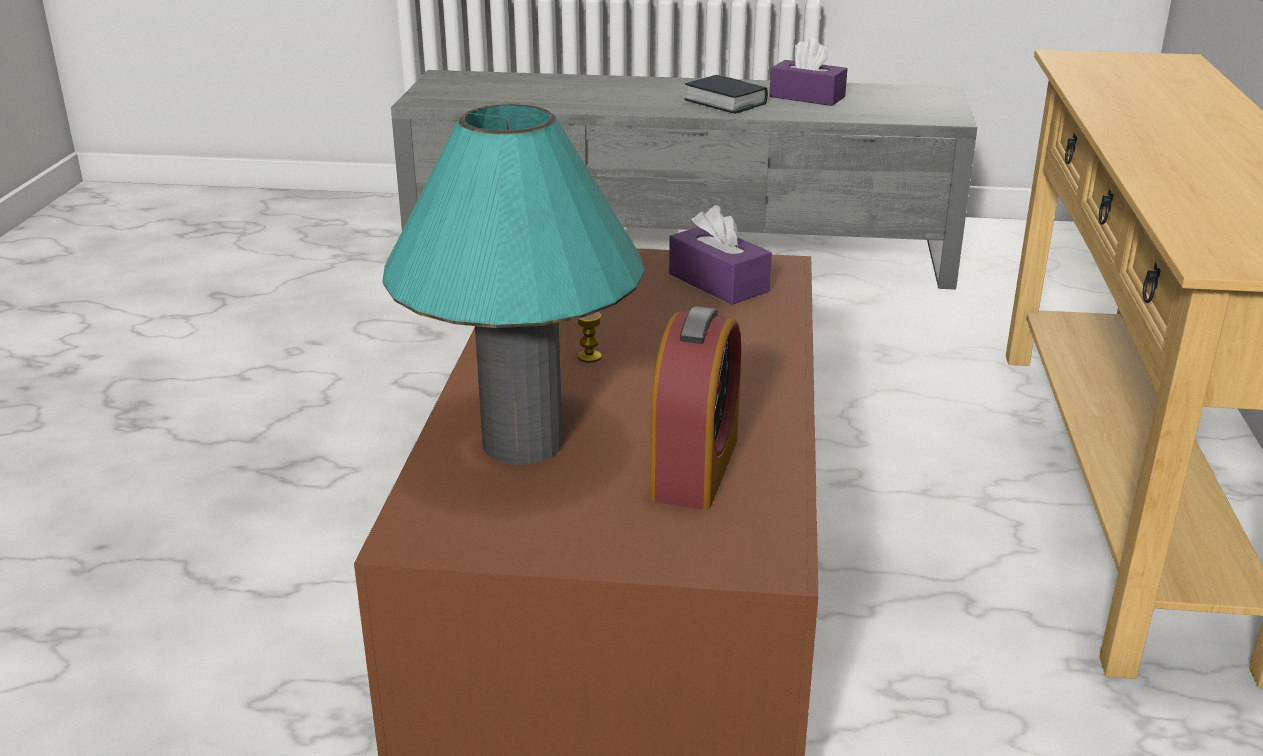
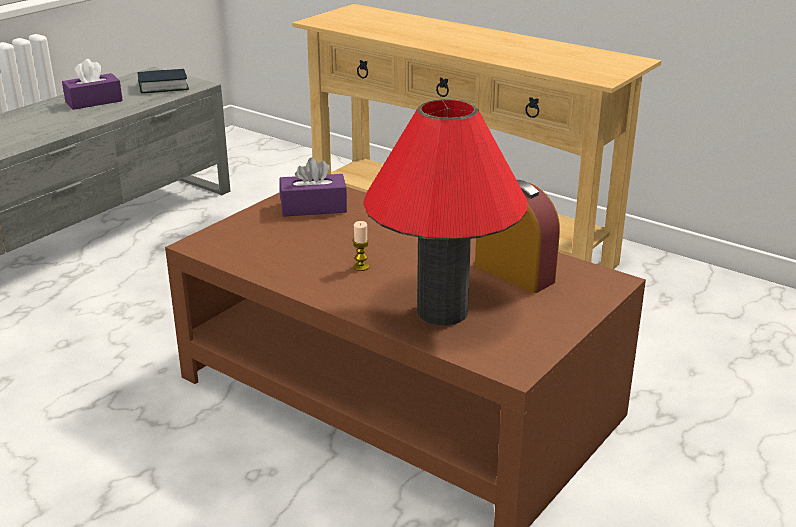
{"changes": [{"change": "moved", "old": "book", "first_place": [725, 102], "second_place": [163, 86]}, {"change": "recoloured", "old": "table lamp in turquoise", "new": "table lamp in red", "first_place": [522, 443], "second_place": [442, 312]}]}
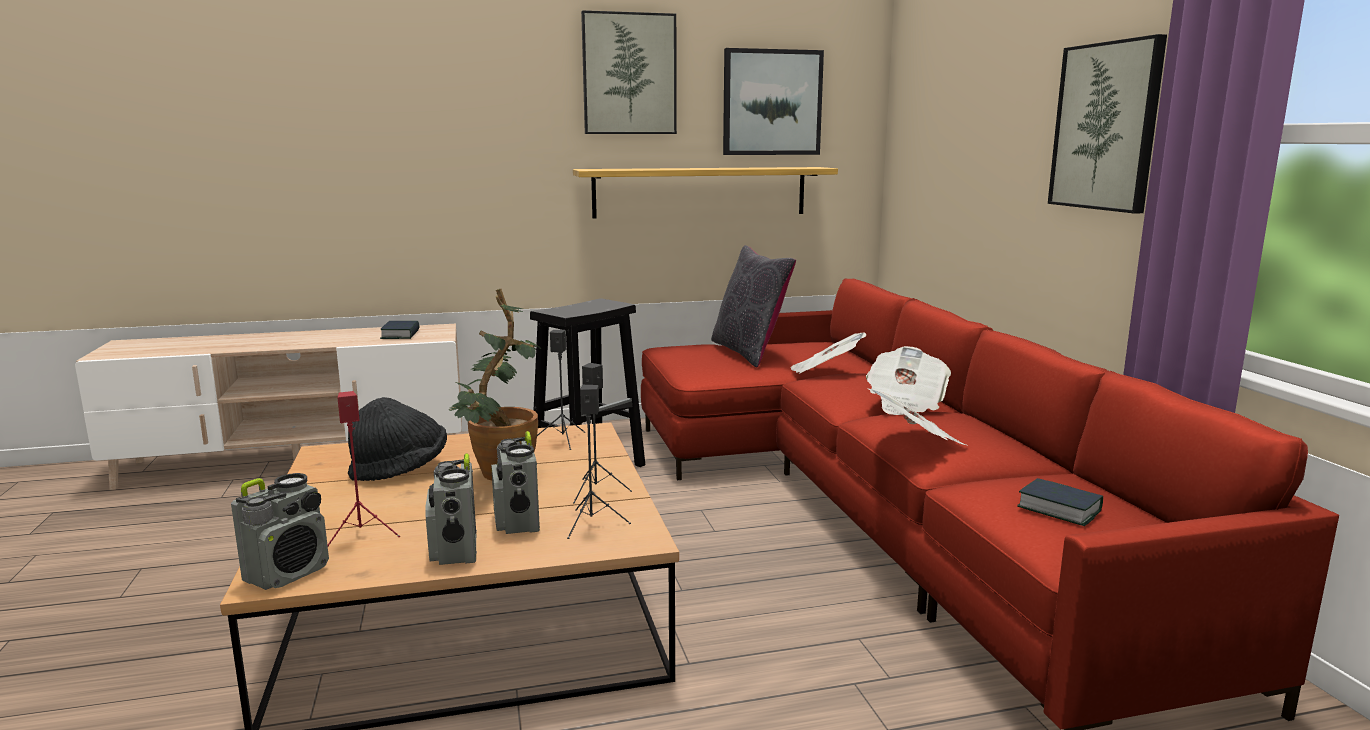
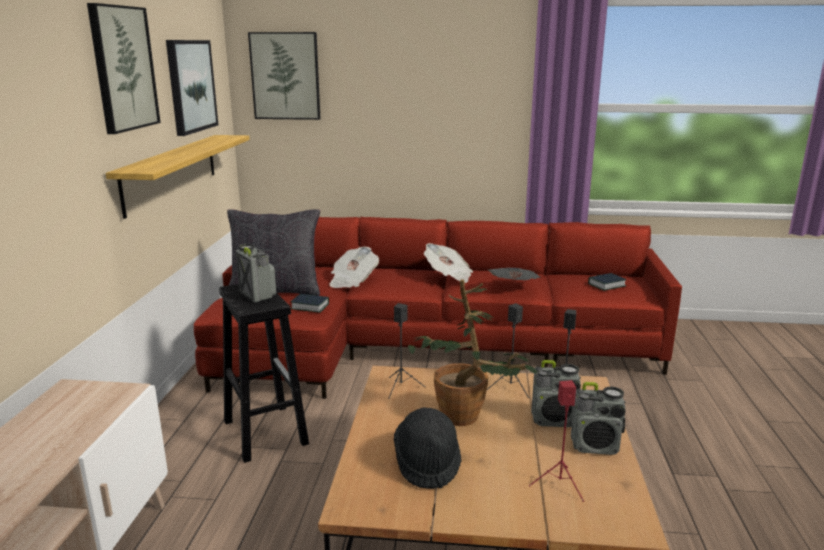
{"changes": [{"change": "moved", "old": "radio", "first_place": [288, 573], "second_place": [257, 295]}, {"change": "moved", "old": "picture", "first_place": [1106, 126], "second_place": [285, 76]}, {"change": "moved", "old": "book", "first_place": [400, 334], "second_place": [310, 306]}]}
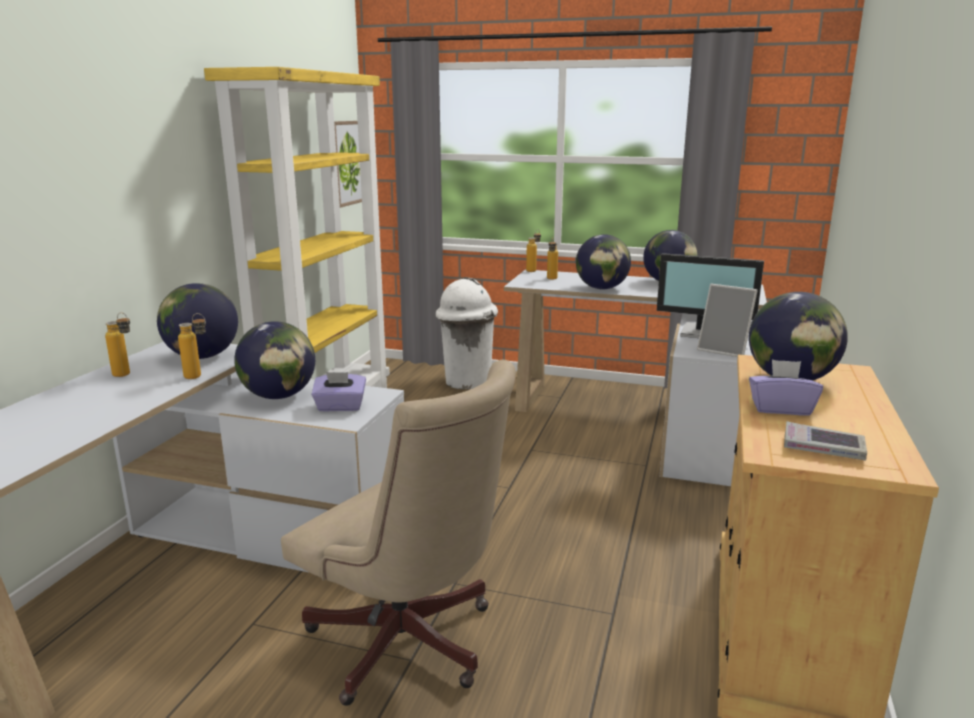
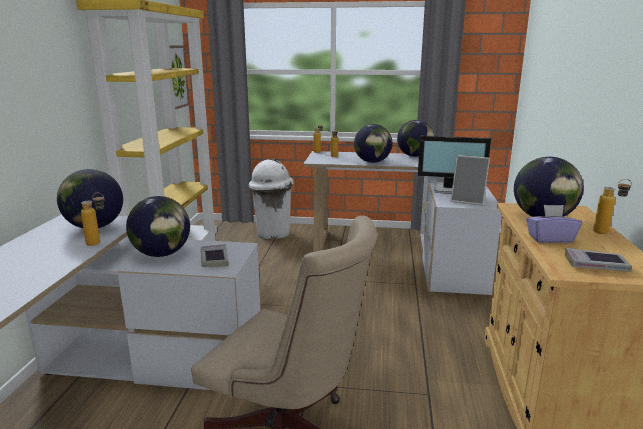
{"changes": [{"change": "replaced", "old": "tissue box in purple", "new": "book", "first_place": [340, 407], "second_place": [214, 259]}, {"change": "moved", "old": "bottle", "first_place": [126, 375], "second_place": [607, 232]}]}
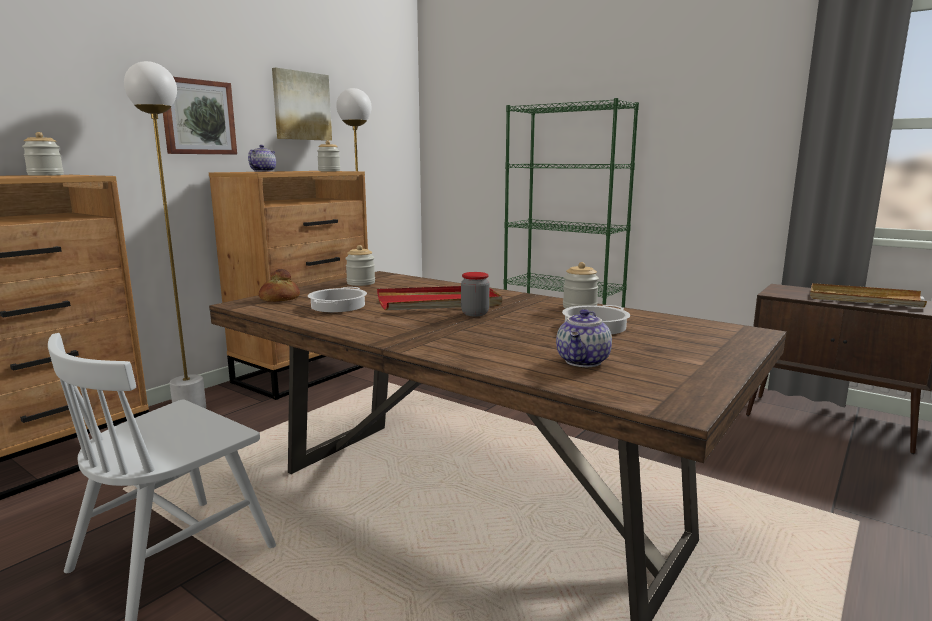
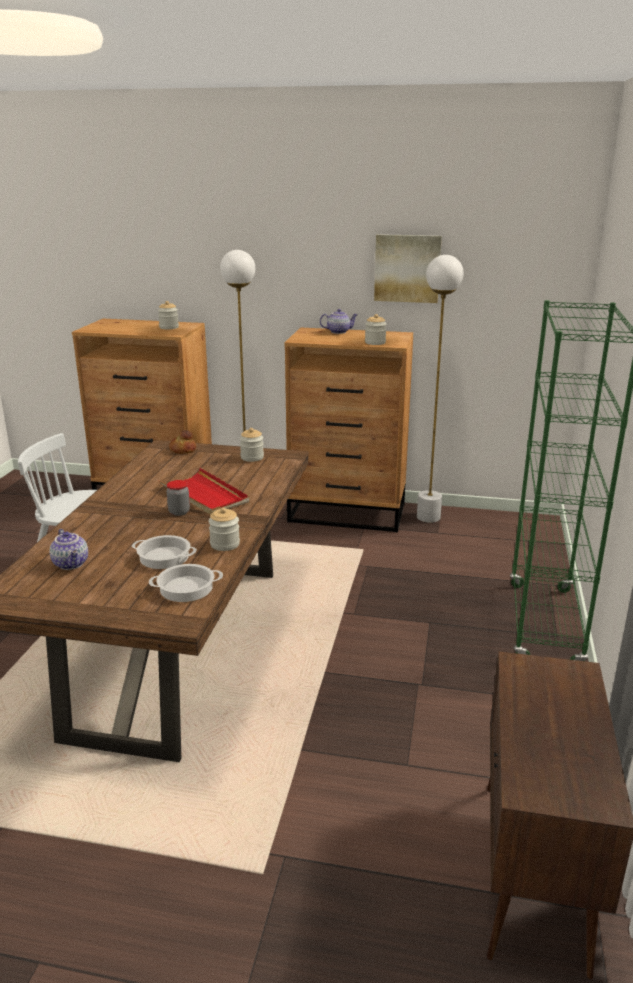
{"changes": [{"change": "turned", "old": "teapot", "first_place": [584, 362], "second_place": [72, 564], "degrees": -120}, {"change": "moved", "old": "cooking pot", "first_place": [338, 306], "second_place": [186, 588]}, {"change": "removed", "old": "picture", "first_place": [198, 117]}, {"change": "removed", "old": "tray in beige", "first_place": [863, 299]}]}
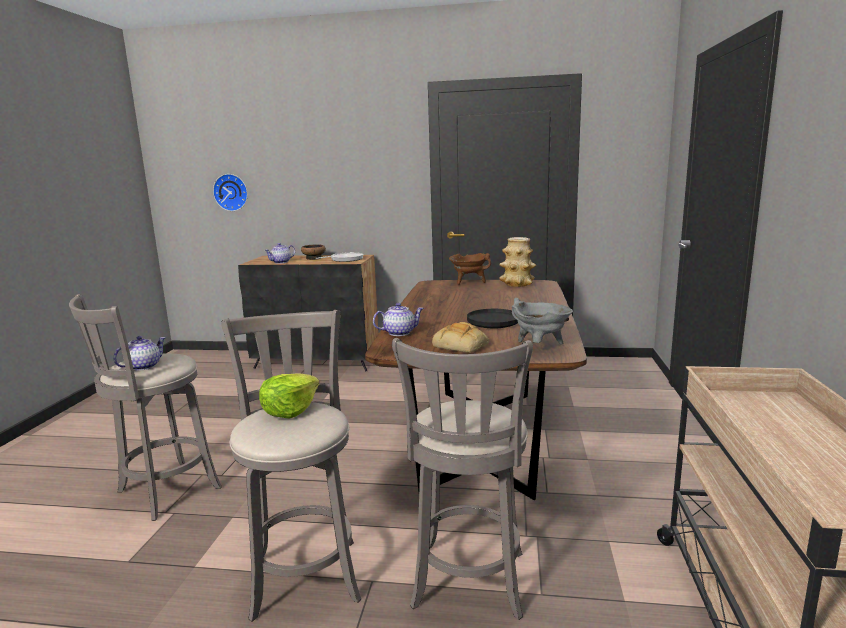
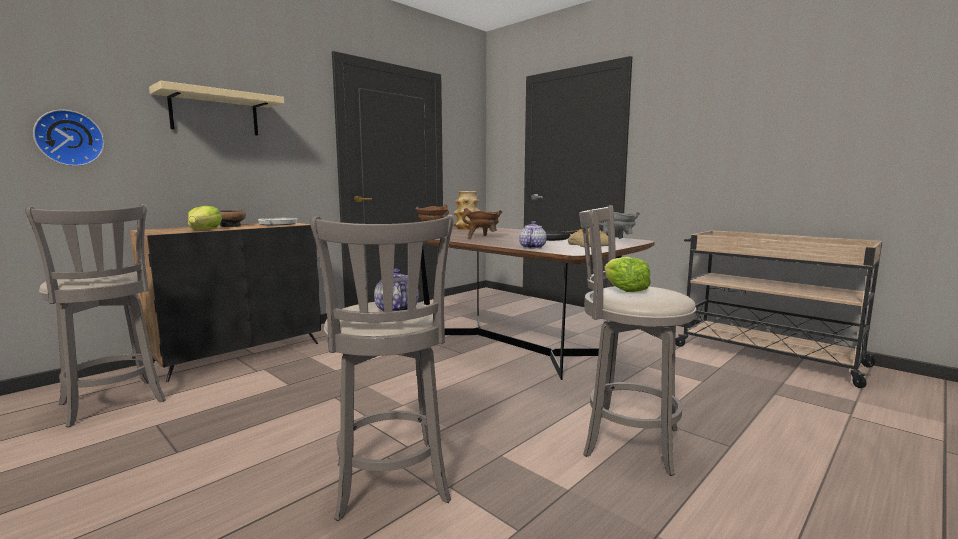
{"changes": [{"change": "moved", "old": "stool in grey", "first_place": [468, 584], "second_place": [113, 404]}, {"change": "added", "new": "shelf in beige", "second_place": [215, 113]}, {"change": "replaced", "old": "teapot", "new": "lettuce", "first_place": [281, 262], "second_place": [204, 230]}, {"change": "added", "new": "cooking pot in brown", "second_place": [483, 237]}]}
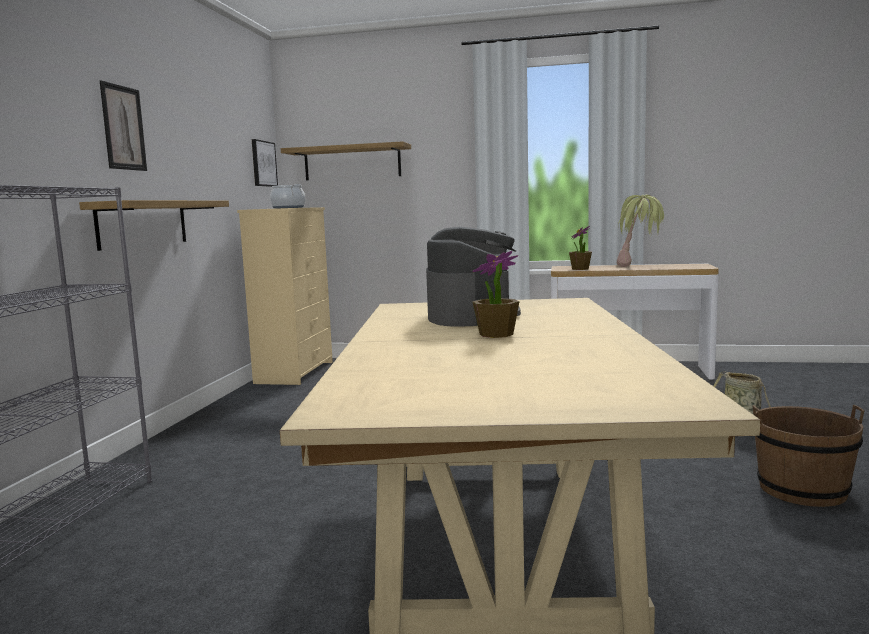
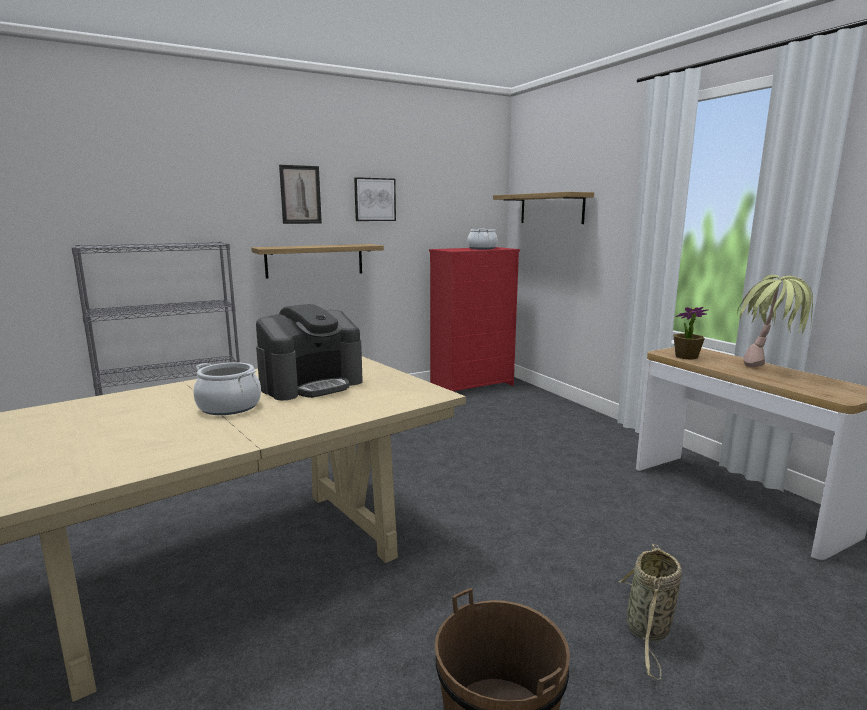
{"changes": [{"change": "replaced", "old": "potted plant", "new": "cooking pot", "first_place": [496, 334], "second_place": [229, 407]}, {"change": "moved", "old": "picture", "first_place": [263, 163], "second_place": [374, 199]}, {"change": "recoloured", "old": "dresser in beige", "new": "dresser in red", "first_place": [296, 372], "second_place": [473, 385]}]}
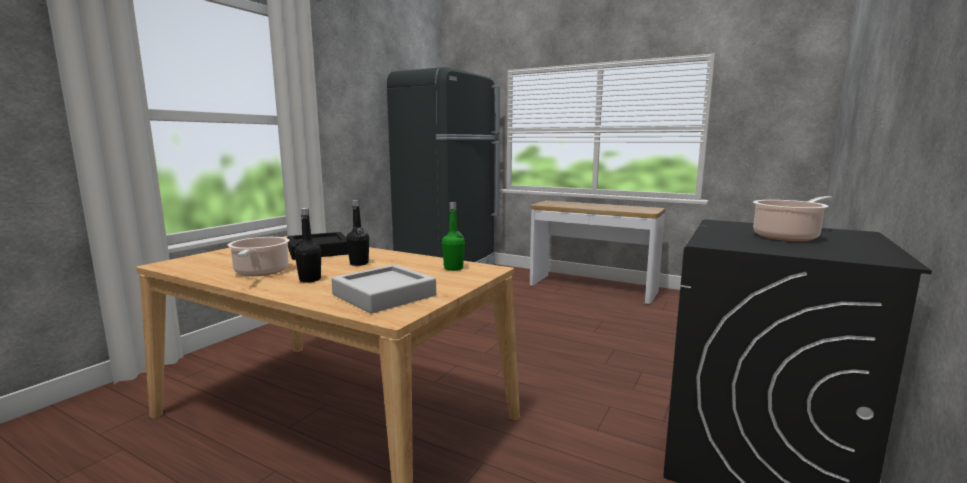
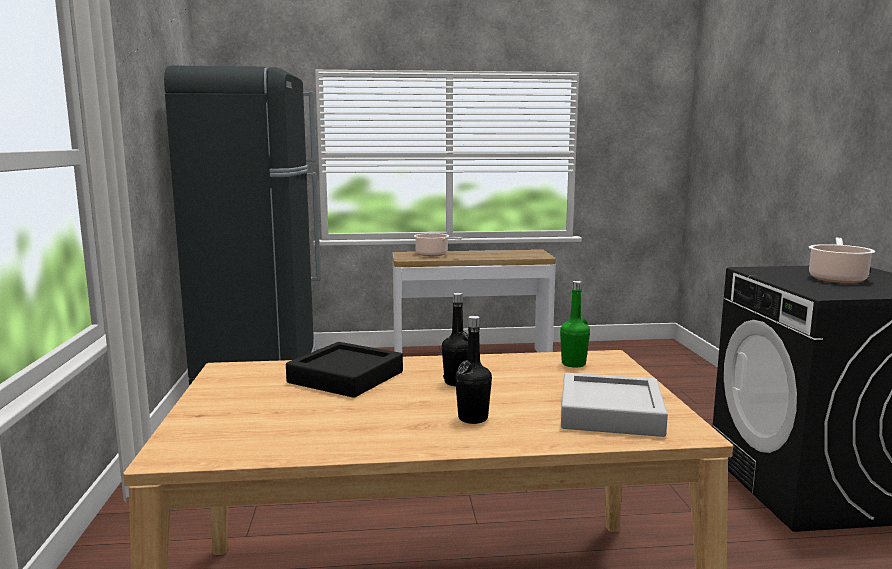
{"changes": [{"change": "moved", "old": "cooking pot", "first_place": [261, 272], "second_place": [433, 254]}]}
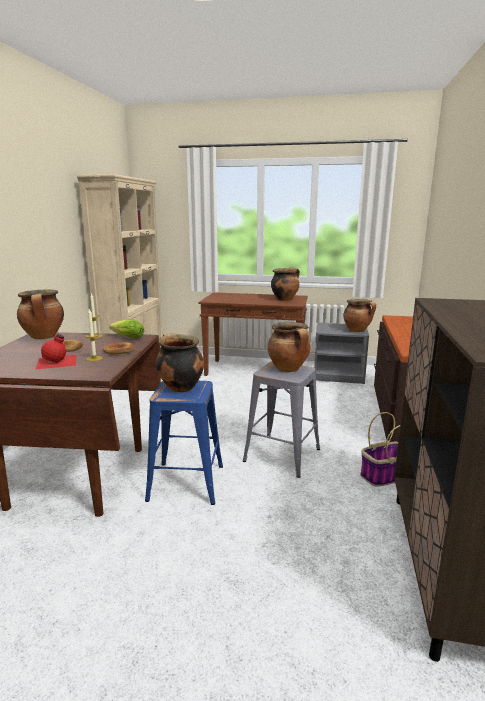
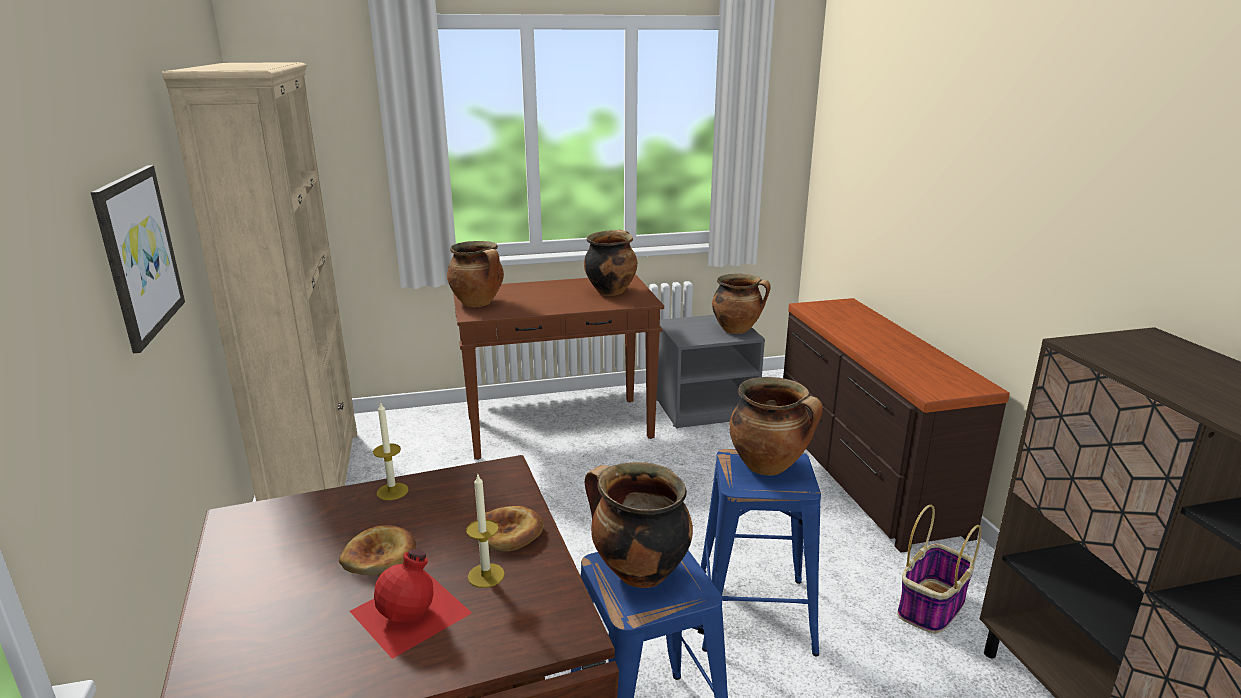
{"changes": [{"change": "added", "new": "picture", "second_place": [137, 254]}, {"change": "moved", "old": "cooking pot", "first_place": [44, 337], "second_place": [479, 303]}, {"change": "recoloured", "old": "stool in grey", "new": "stool in blue", "first_place": [281, 455], "second_place": [754, 614]}, {"change": "removed", "old": "lettuce", "first_place": [126, 337]}]}
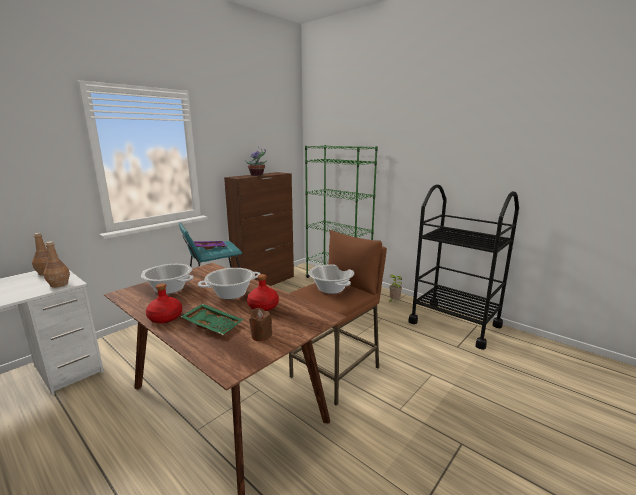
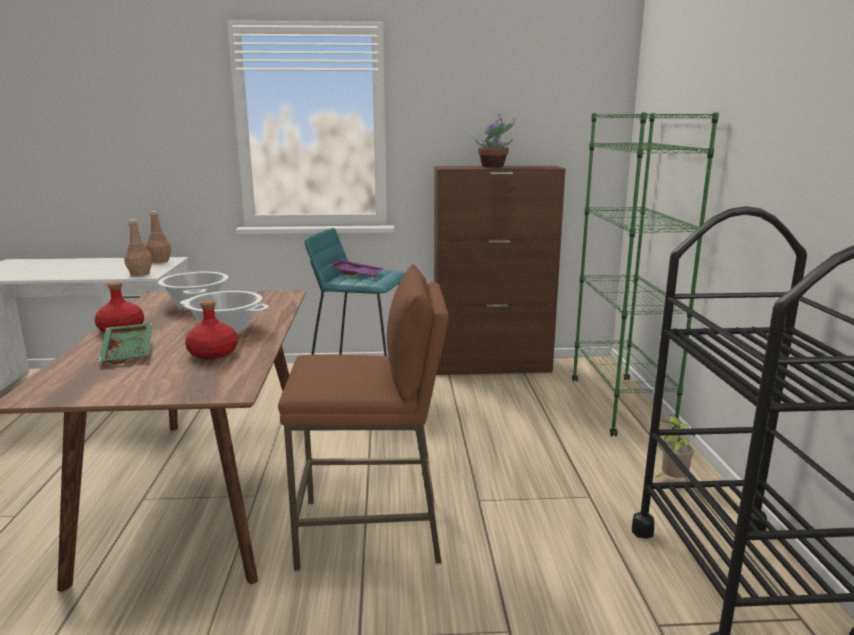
{"changes": [{"change": "removed", "old": "candle in brown", "first_place": [261, 336]}, {"change": "removed", "old": "cooking pot", "first_place": [331, 288]}]}
